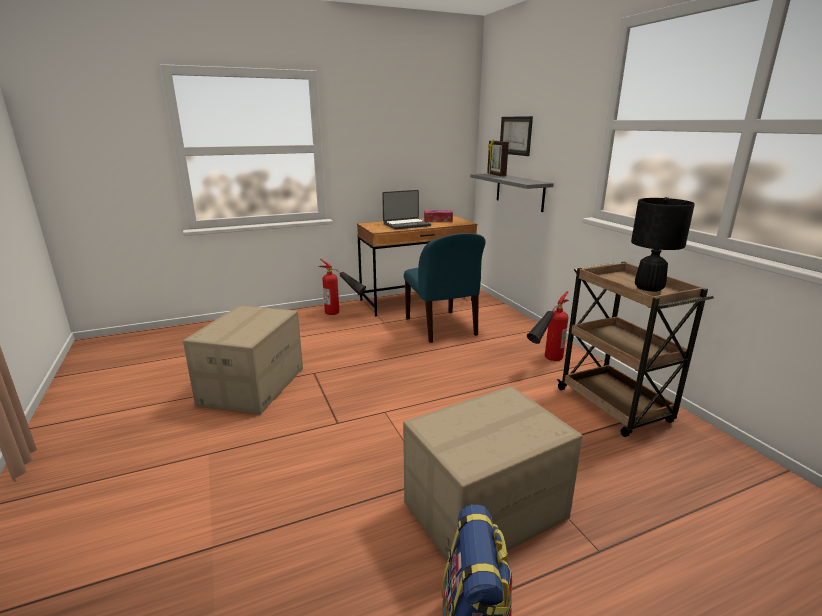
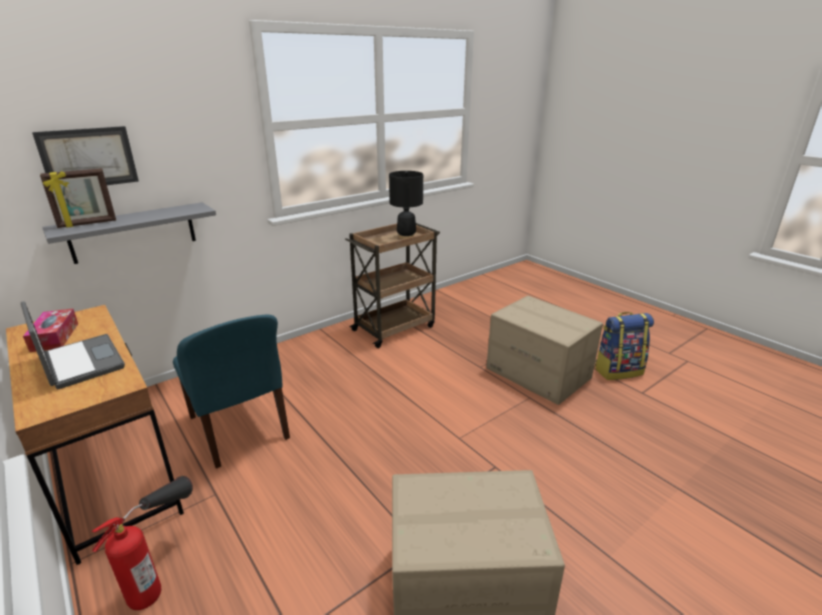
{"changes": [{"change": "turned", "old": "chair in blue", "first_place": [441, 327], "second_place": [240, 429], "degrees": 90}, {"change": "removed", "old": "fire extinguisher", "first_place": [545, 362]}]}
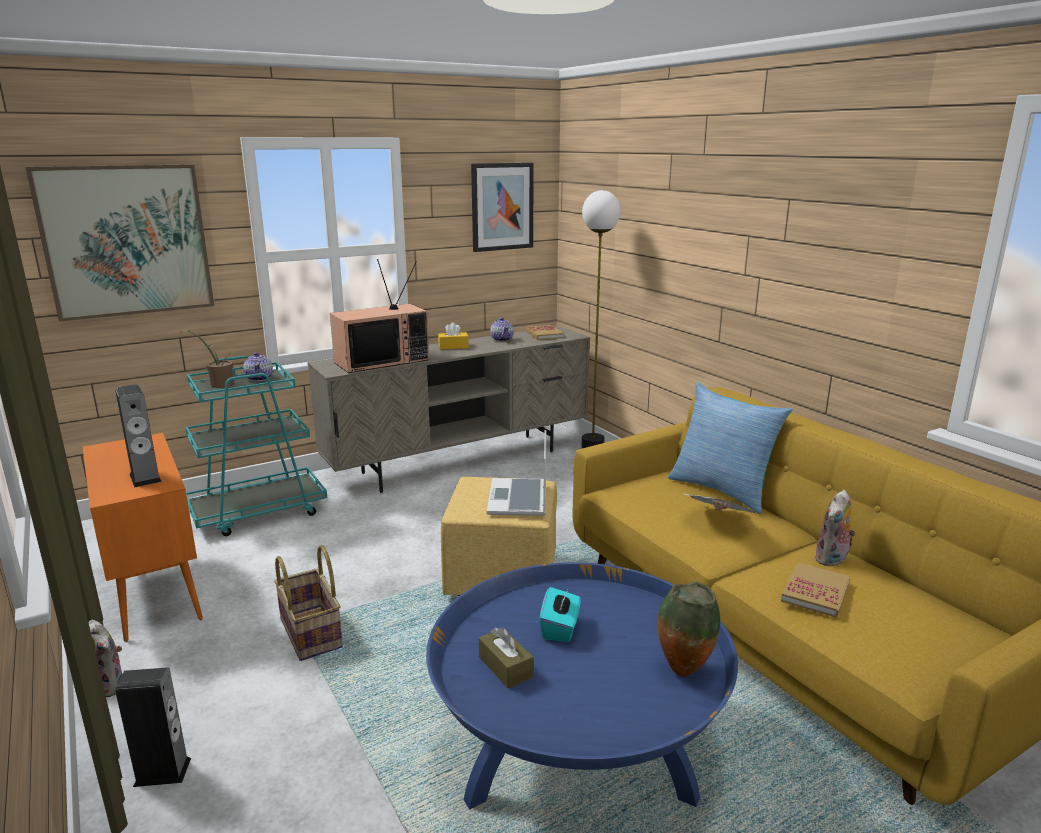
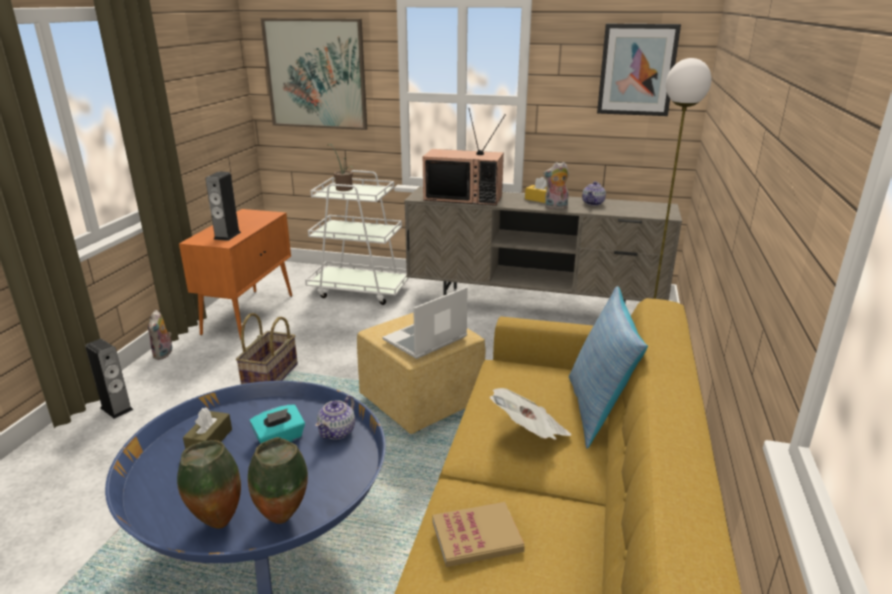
{"changes": [{"change": "added", "new": "vase", "second_place": [217, 523]}, {"change": "recoloured", "old": "cart in turquoise", "new": "cart in white", "first_place": [259, 511], "second_place": [360, 290]}, {"change": "moved", "old": "teapot", "first_place": [259, 378], "second_place": [337, 431]}, {"change": "moved", "old": "plush toy", "first_place": [832, 560], "second_place": [555, 207]}, {"change": "removed", "old": "book", "first_place": [544, 334]}]}
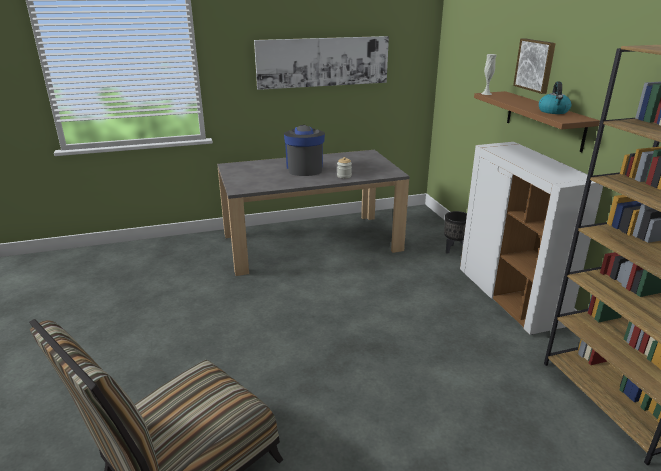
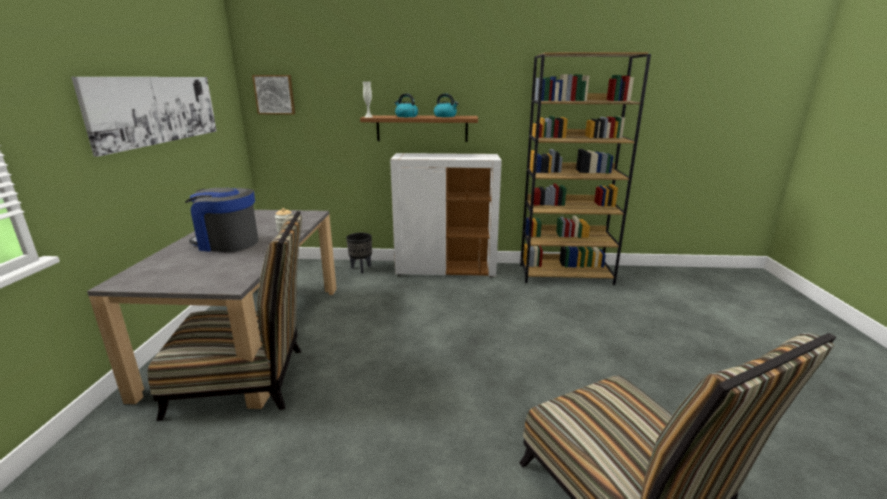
{"changes": [{"change": "added", "new": "chair", "second_place": [247, 381]}, {"change": "moved", "old": "picture", "first_place": [535, 65], "second_place": [275, 94]}, {"change": "added", "new": "kettle", "second_place": [406, 116]}]}
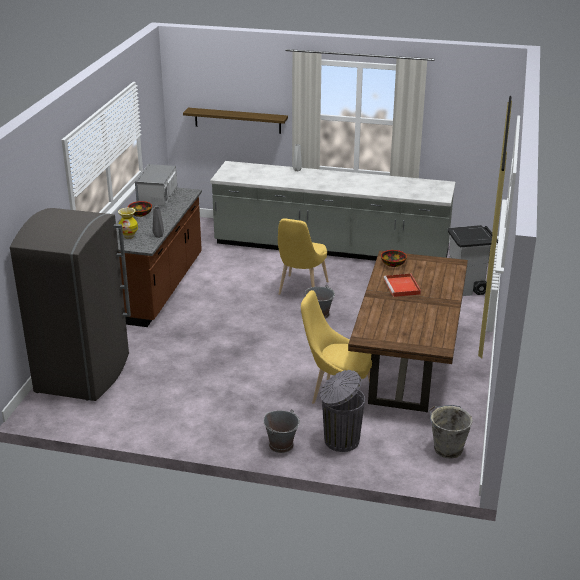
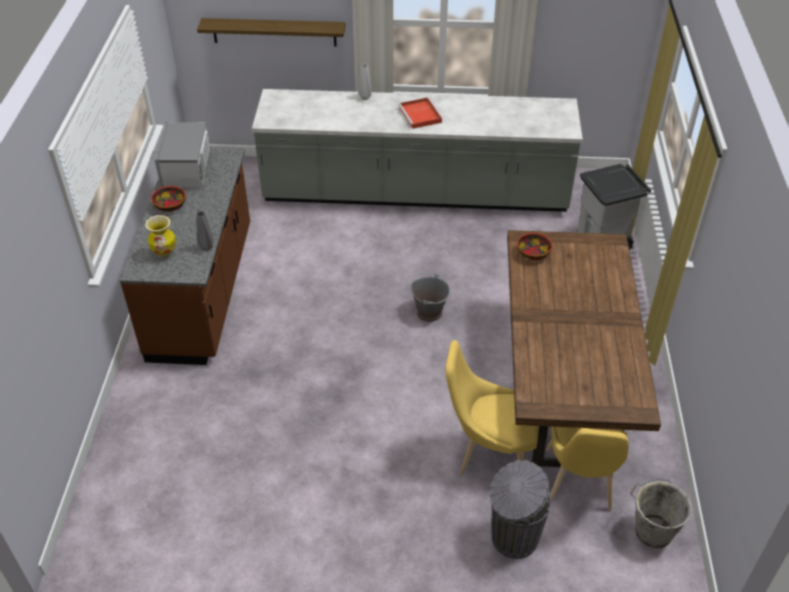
{"changes": [{"change": "moved", "old": "tray in red", "first_place": [402, 287], "second_place": [420, 115]}, {"change": "moved", "old": "chair in yellow", "first_place": [301, 290], "second_place": [579, 484]}, {"change": "removed", "old": "fridge in grey", "first_place": [84, 373]}, {"change": "removed", "old": "bucket in grey", "first_place": [281, 445]}]}
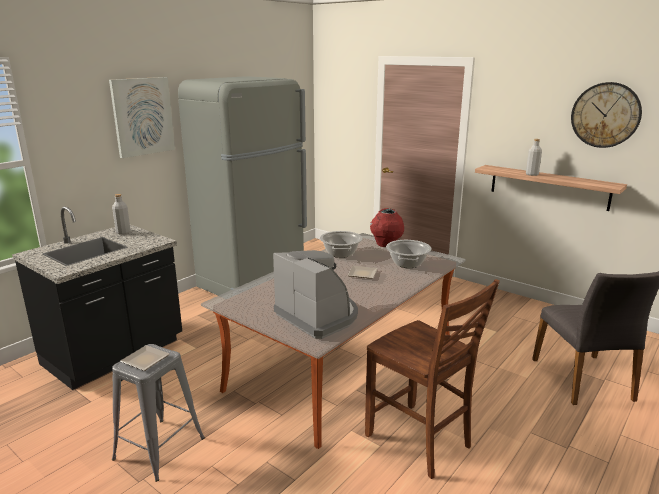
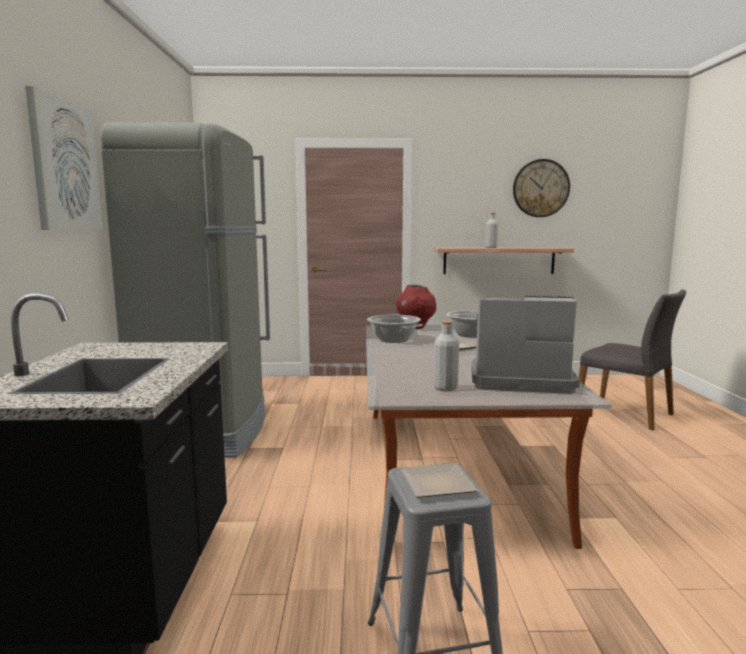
{"changes": [{"change": "moved", "old": "bottle in grey", "first_place": [123, 232], "second_place": [445, 388]}, {"change": "removed", "old": "chair in brown", "first_place": [420, 441]}]}
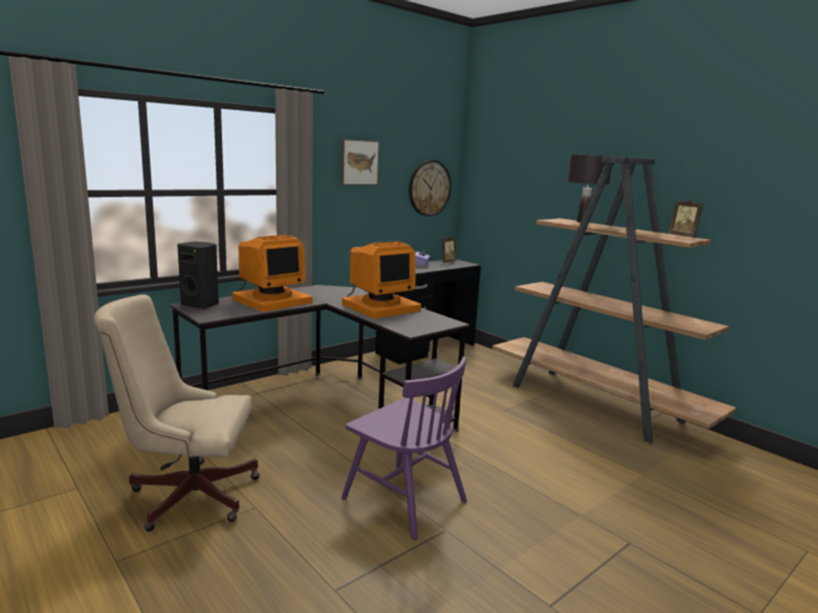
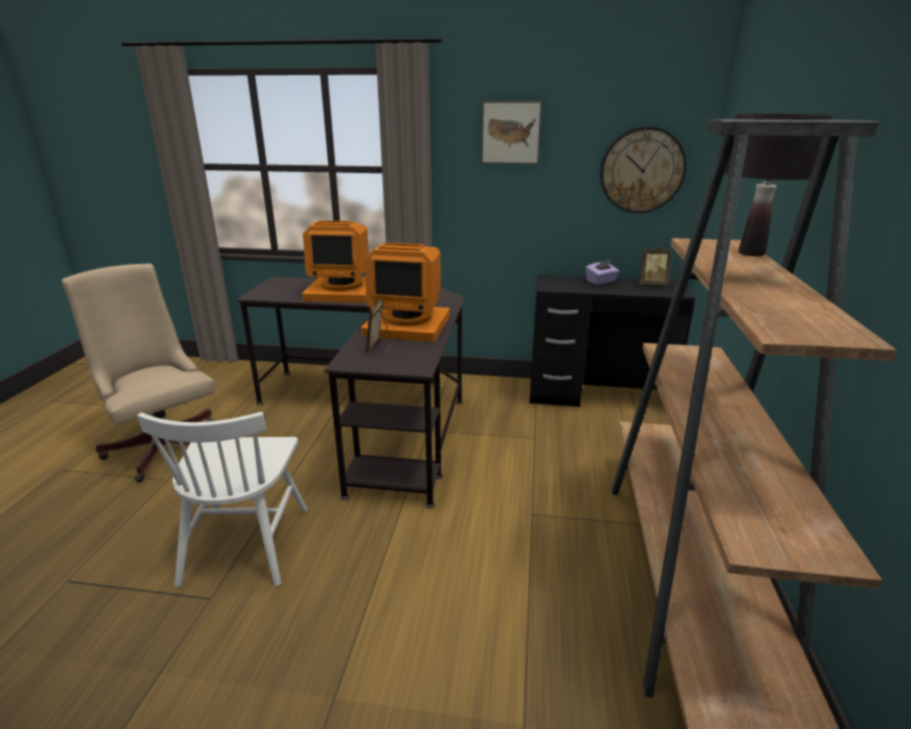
{"changes": [{"change": "recoloured", "old": "chair in purple", "new": "chair in white", "first_place": [404, 499], "second_place": [245, 544]}, {"change": "moved", "old": "picture frame", "first_place": [683, 237], "second_place": [380, 347]}, {"change": "removed", "old": "speaker in black", "first_place": [201, 305]}]}
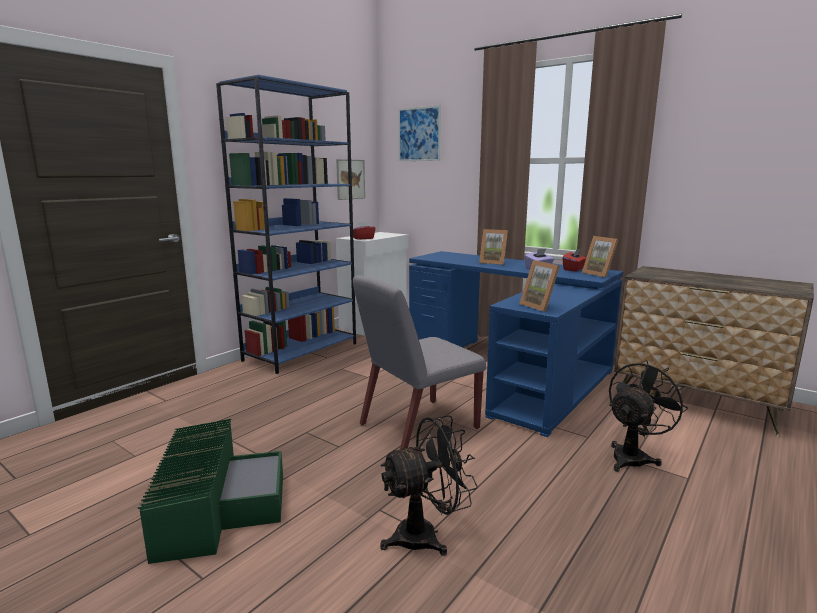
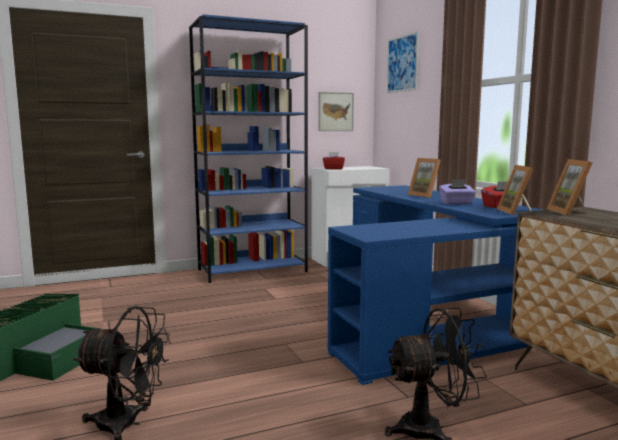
{"changes": [{"change": "moved", "old": "picture frame", "first_place": [540, 306], "second_place": [571, 213]}, {"change": "removed", "old": "chair in grey", "first_place": [417, 427]}]}
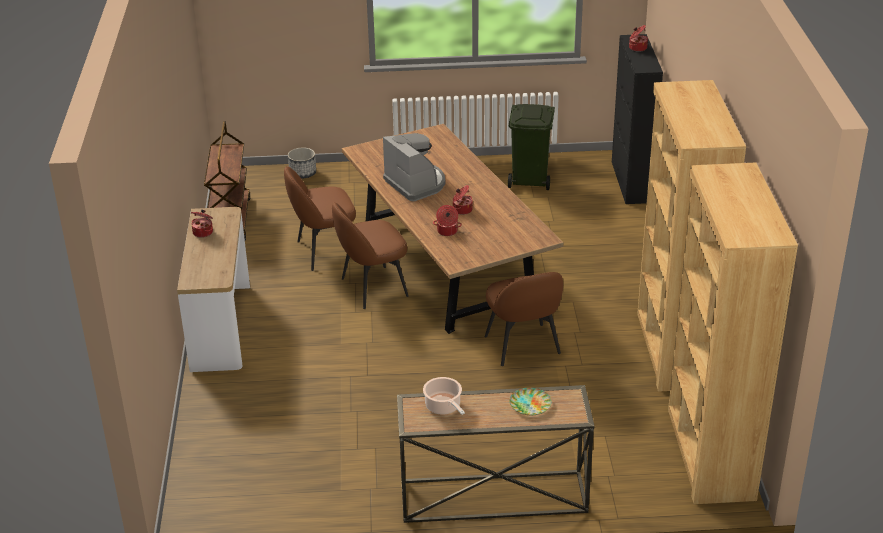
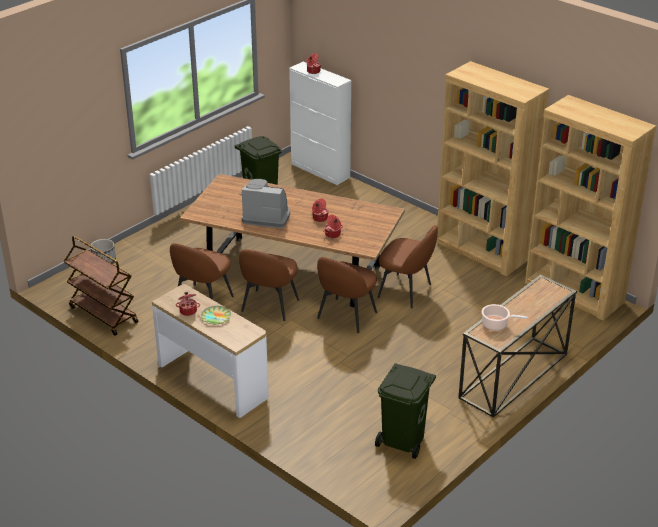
{"changes": [{"change": "moved", "old": "plate", "first_place": [529, 404], "second_place": [216, 317]}, {"change": "recoloured", "old": "cabinet in black", "new": "cabinet in white", "first_place": [631, 182], "second_place": [320, 171]}, {"change": "added", "new": "chair in brown", "second_place": [346, 316]}, {"change": "added", "new": "trash can in green", "second_place": [403, 441]}]}
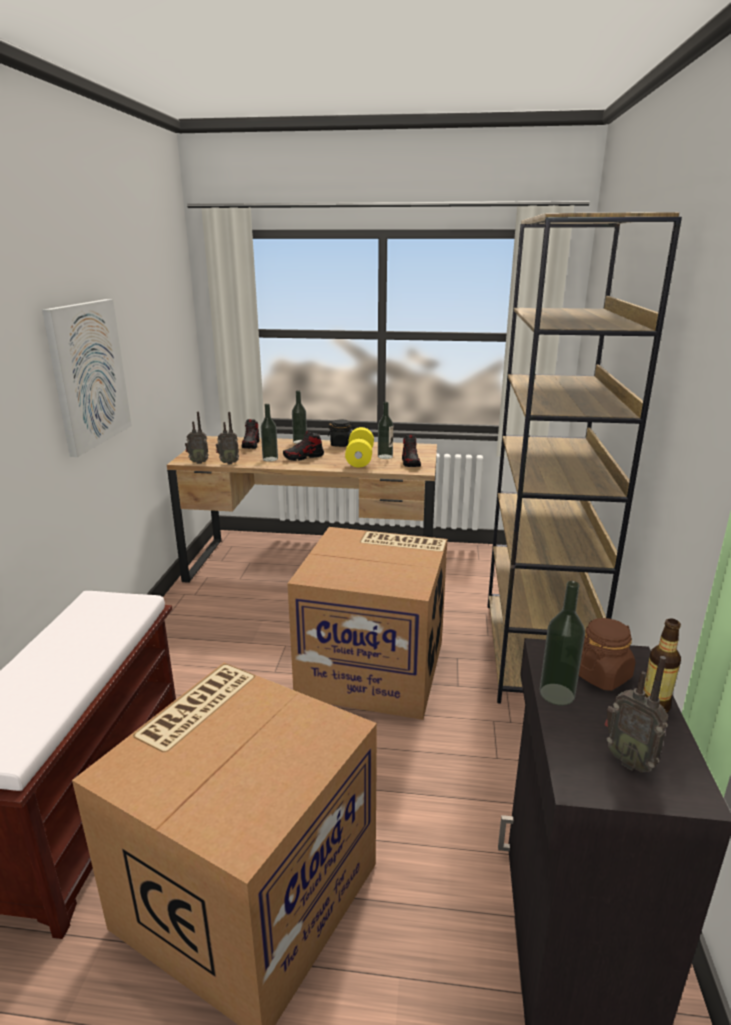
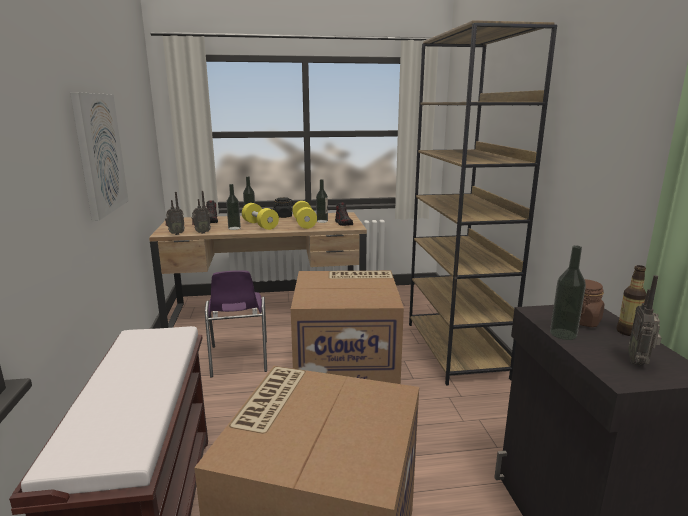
{"changes": [{"change": "added", "new": "chair in purple", "second_place": [239, 360]}, {"change": "replaced", "old": "shoe", "new": "dumbbell in yellow", "first_place": [304, 457], "second_place": [260, 225]}, {"change": "turned", "old": "radio", "first_place": [629, 760], "second_place": [639, 362], "degrees": 75}]}
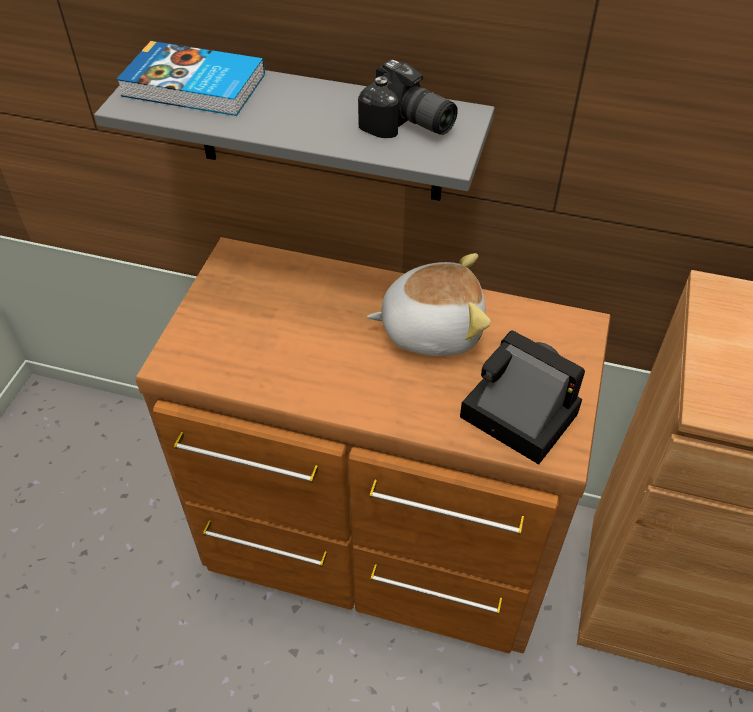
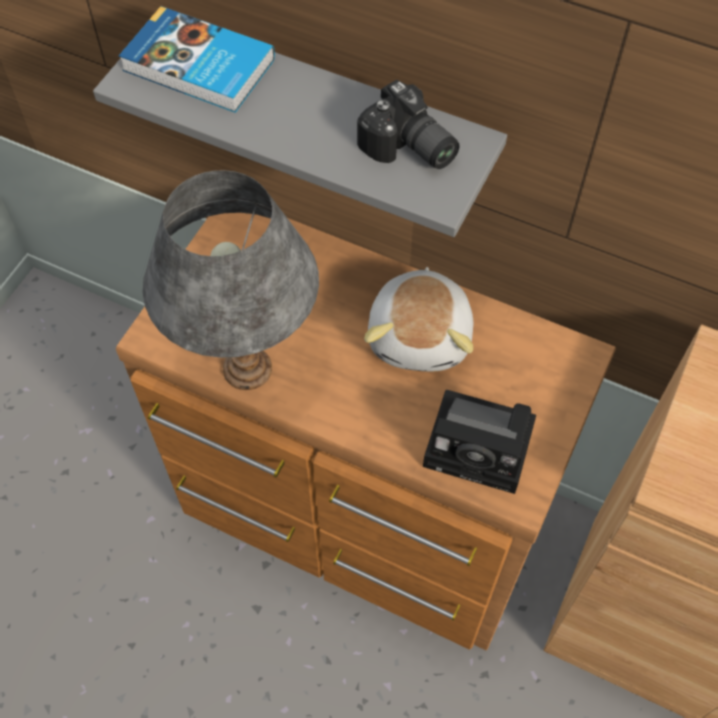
{"changes": [{"change": "added", "new": "table lamp in grey", "second_place": [248, 369]}, {"change": "turned", "old": "plush toy", "first_place": [431, 328], "second_place": [421, 335], "degrees": 90}, {"change": "turned", "old": "photo camera", "first_place": [513, 414], "second_place": [483, 446], "degrees": 150}]}
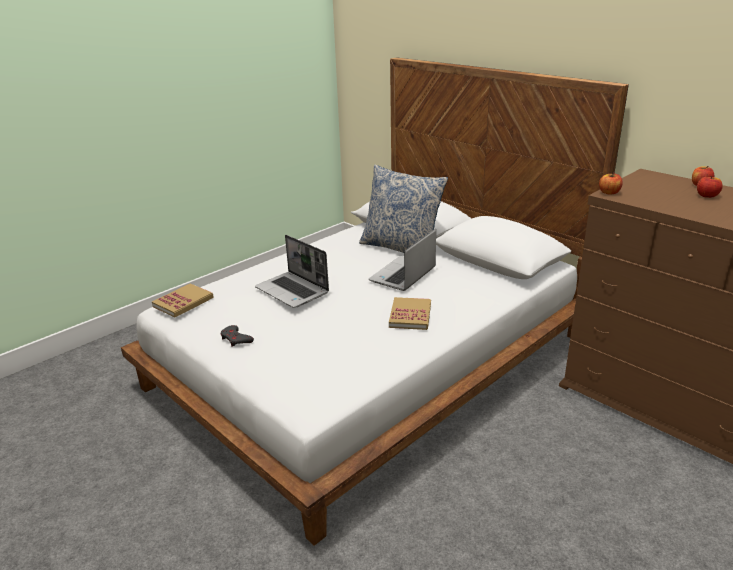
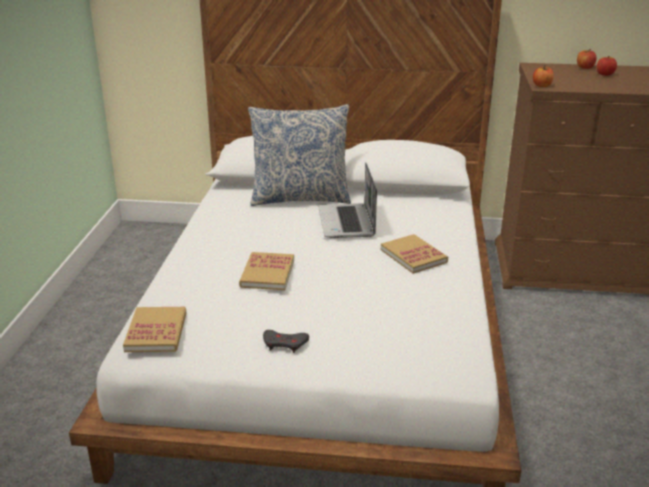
{"changes": [{"change": "replaced", "old": "laptop", "new": "book", "first_place": [293, 291], "second_place": [267, 273]}]}
